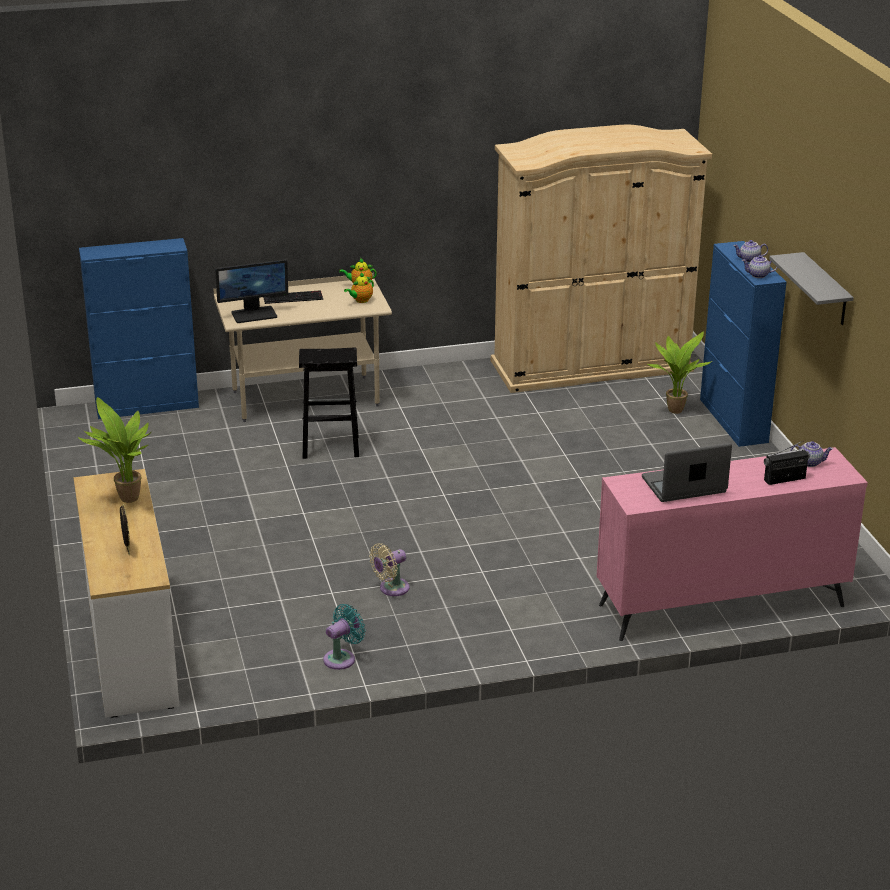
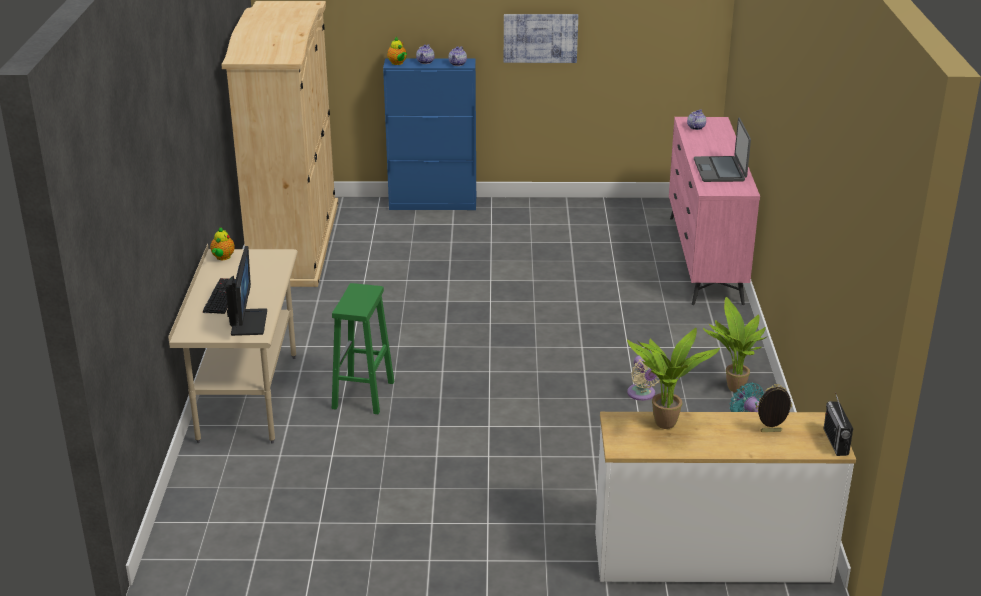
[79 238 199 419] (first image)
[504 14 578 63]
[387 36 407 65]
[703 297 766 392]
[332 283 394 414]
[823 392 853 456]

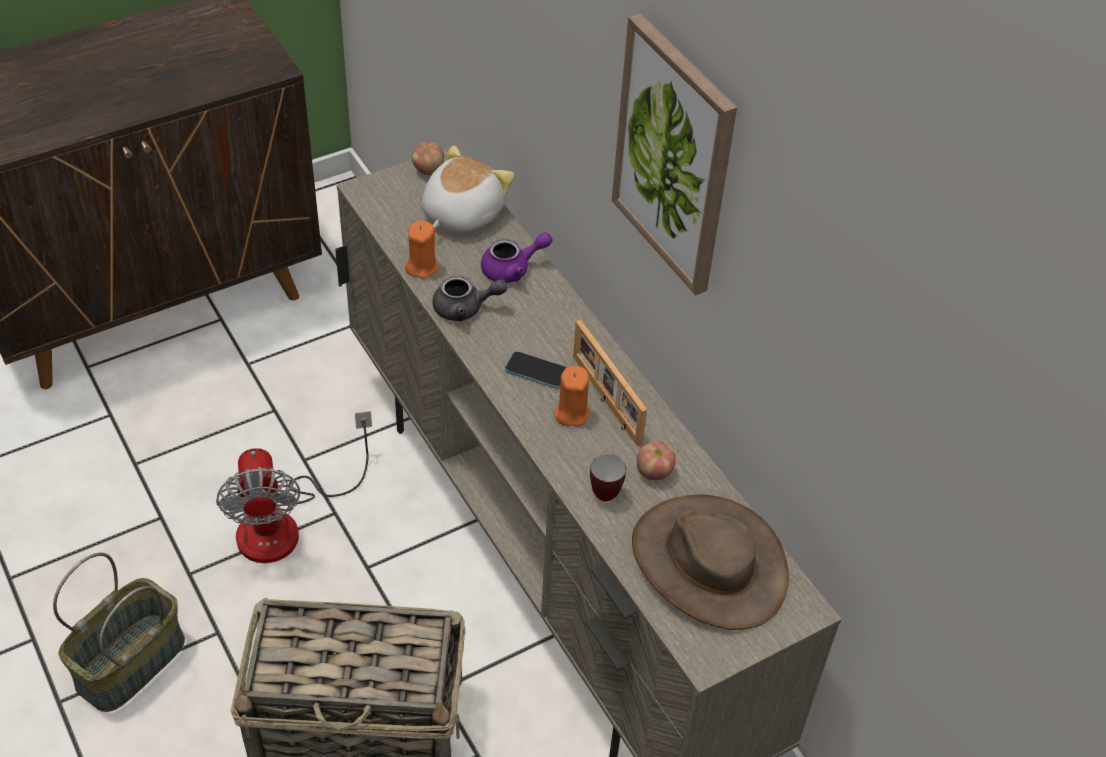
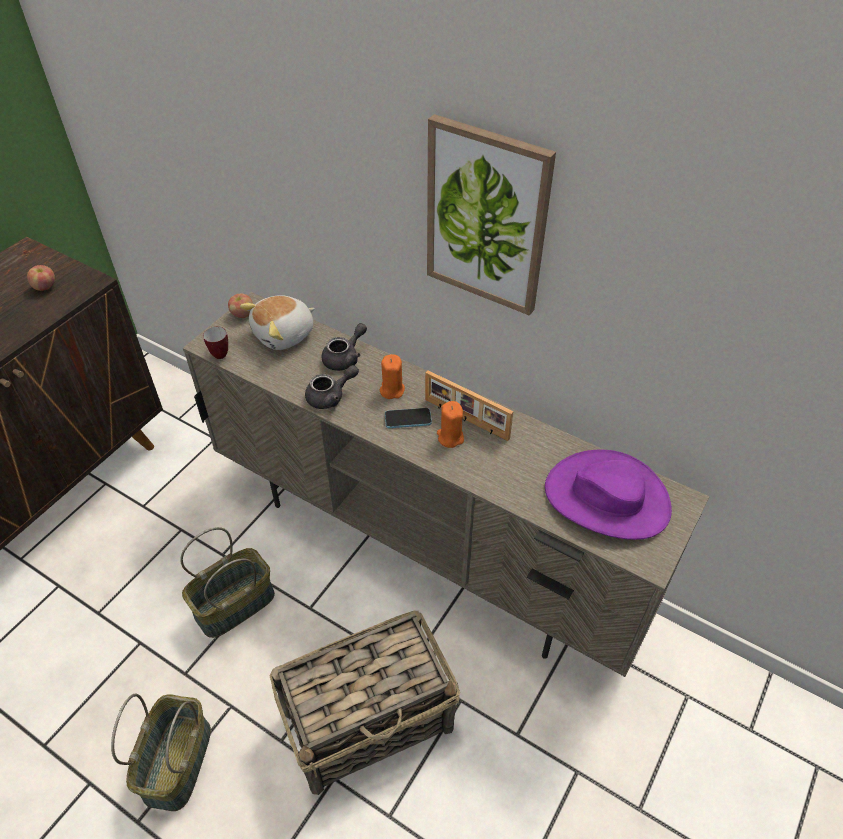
[240 295 315 350]
[380 354 405 399]
[321 323 367 371]
[180 527 275 638]
[27 265 55 291]
[203 327 228 359]
[545 450 672 540]

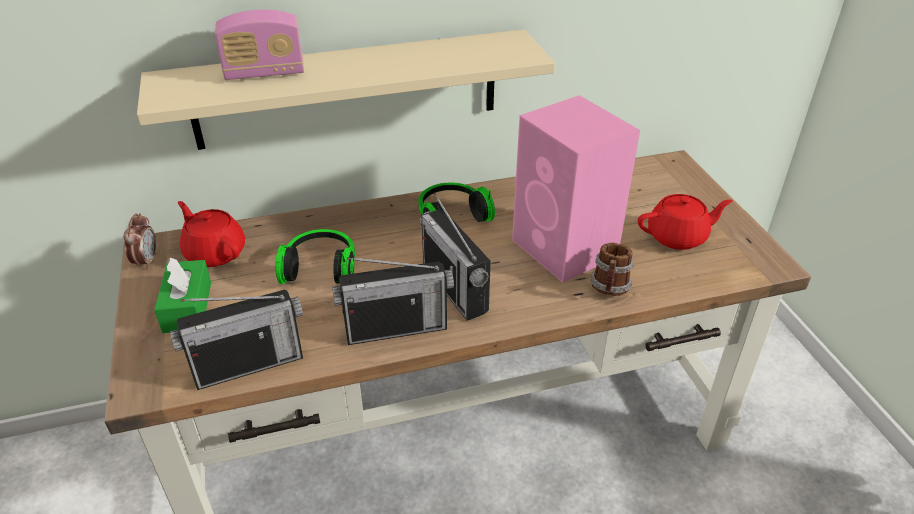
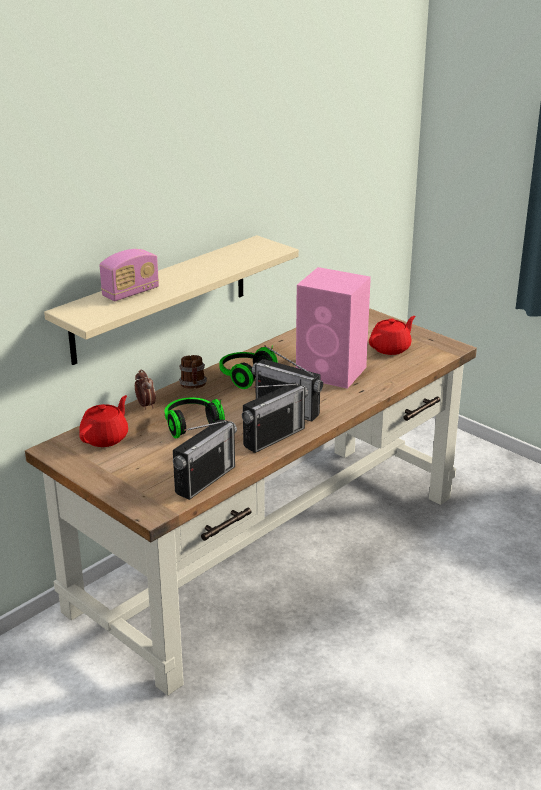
[79 395 128 447]
[135 369 156 410]
[179 355 207 389]
[154 258 211 333] (first image)

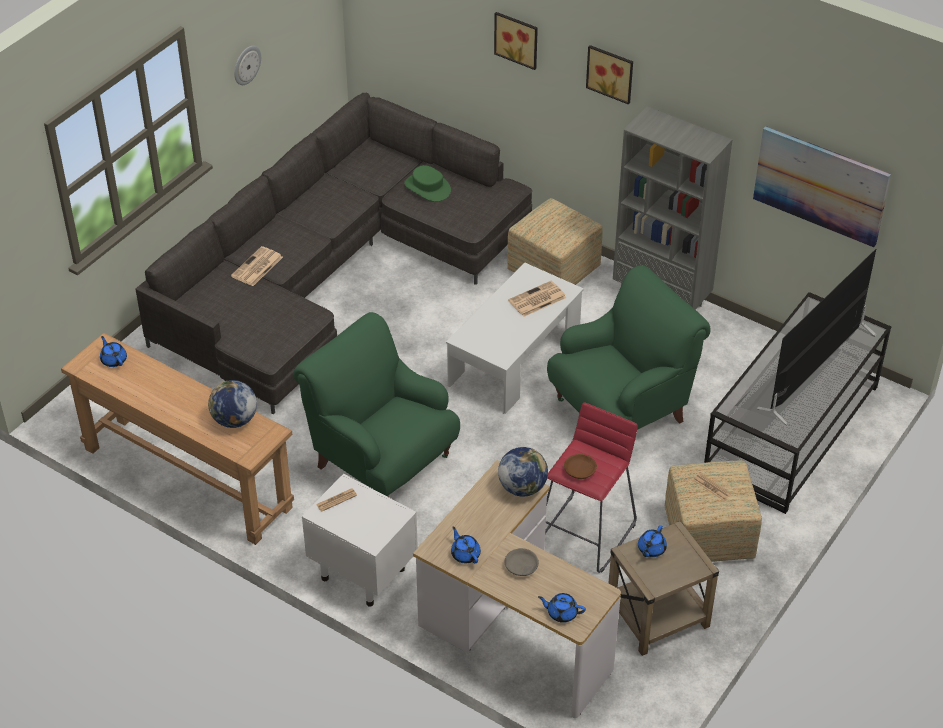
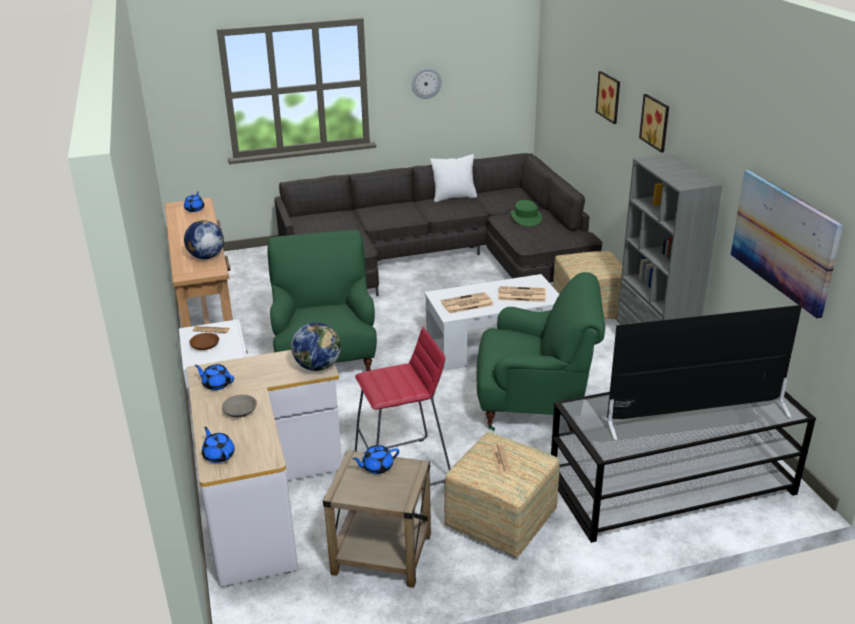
[441 292 494 314]
[189 333 219 350]
[194 364 234 390]
[430 154 477 202]

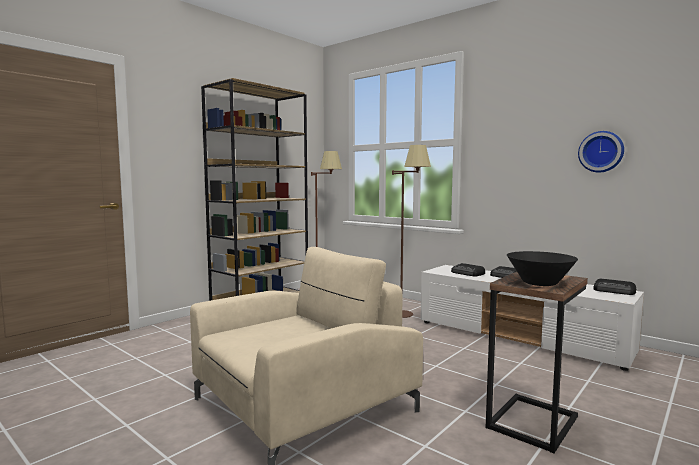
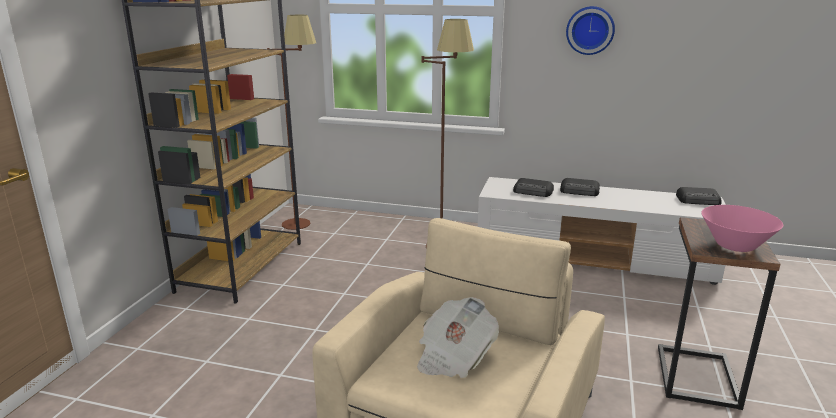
[566 6 615 55]
[701 205 783 252]
[417 297 499 378]

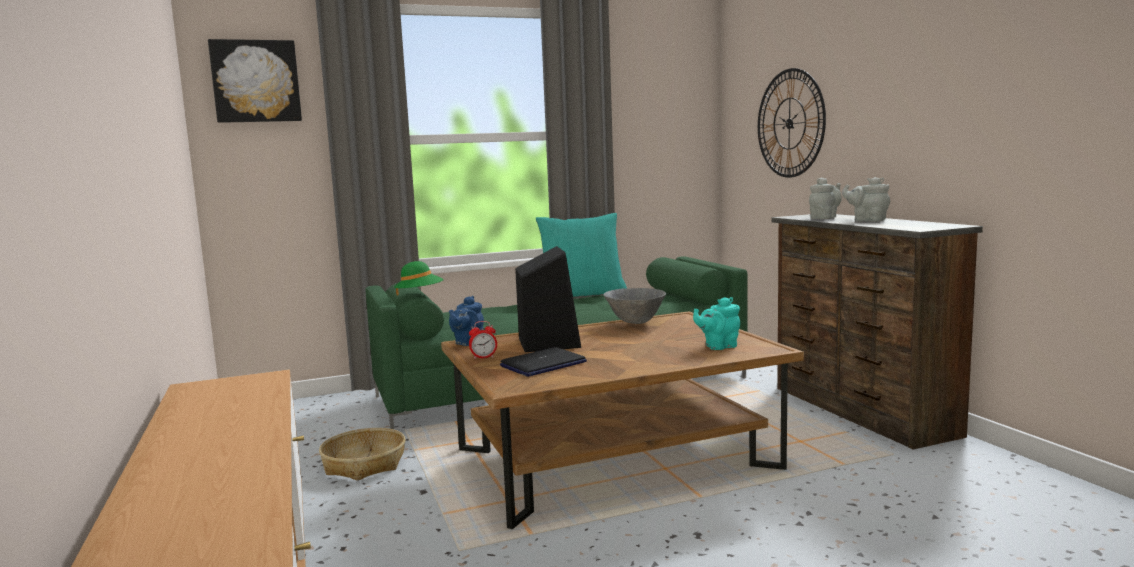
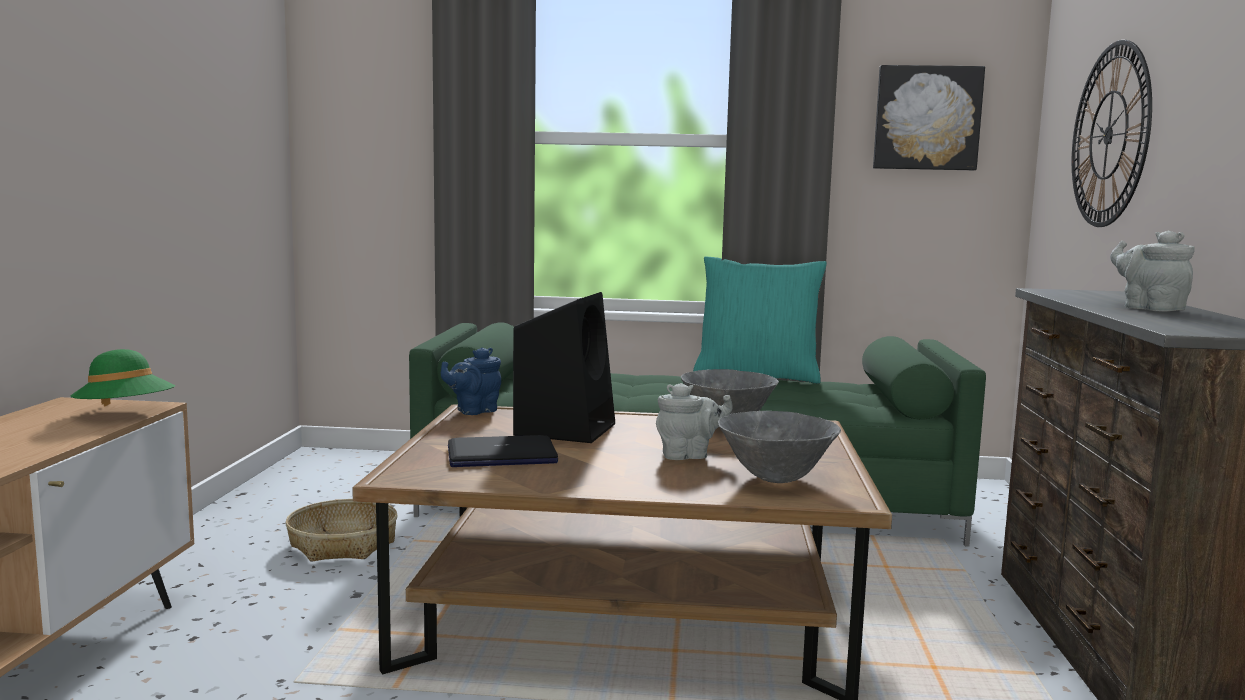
[873 65 985 171]
[656 383 733 460]
[70 349 175 407]
[718 411 841 483]
[469 321 497 359] (first image)

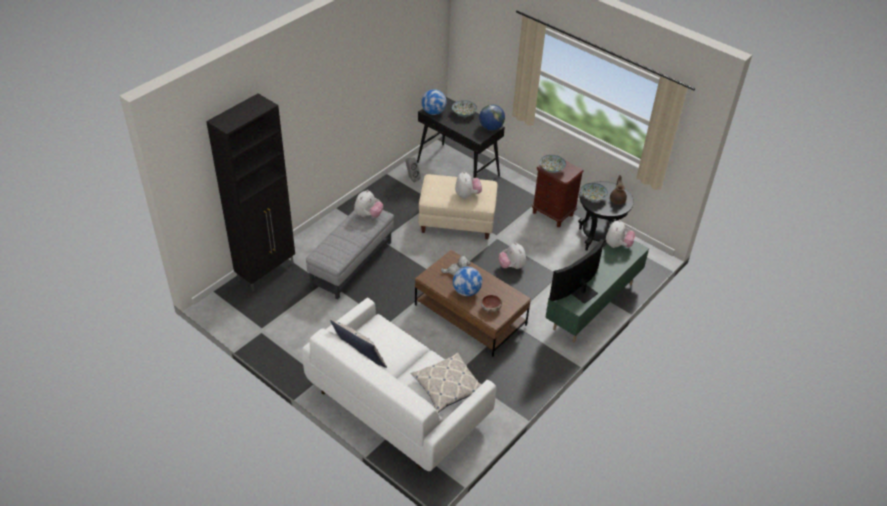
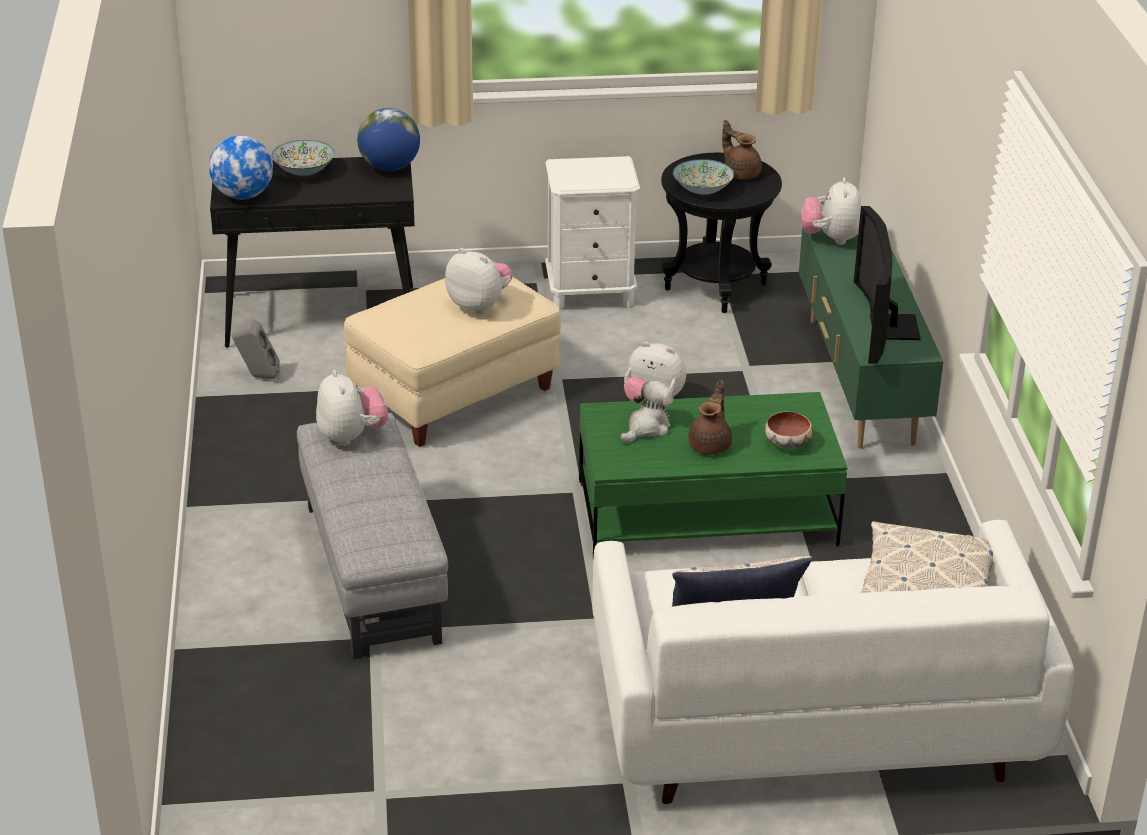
[206 94 295 291] (first image)
[540 155 566 173] (first image)
[545 156 640 310]
[801 178 861 245]
[579 392 847 558]
[688 380 732 454]

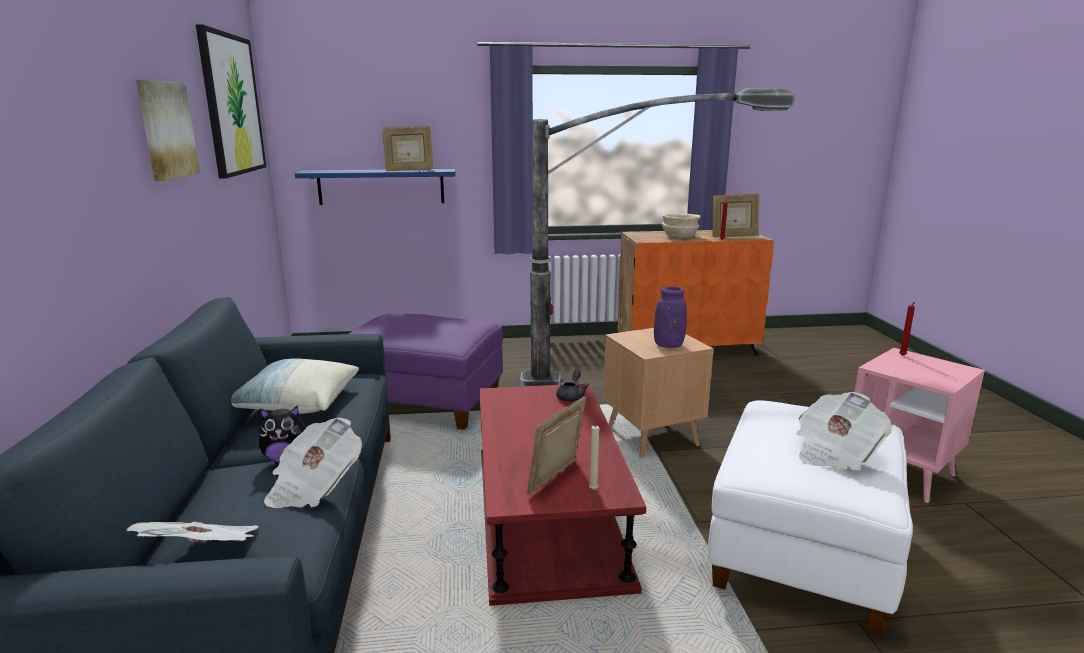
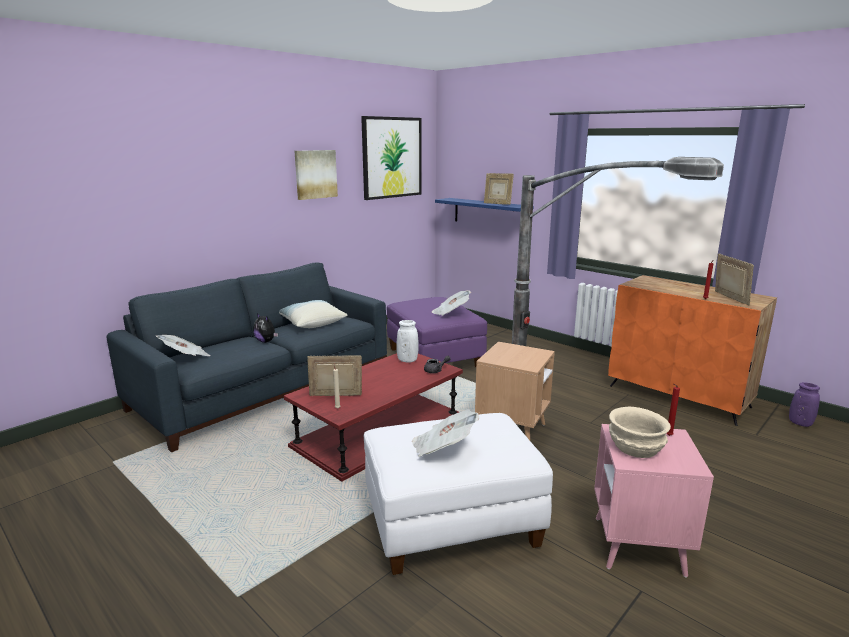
[715 253 754 306]
[609 406 671 458]
[789 382 820 427]
[432 290 471 316]
[396 320 419 363]

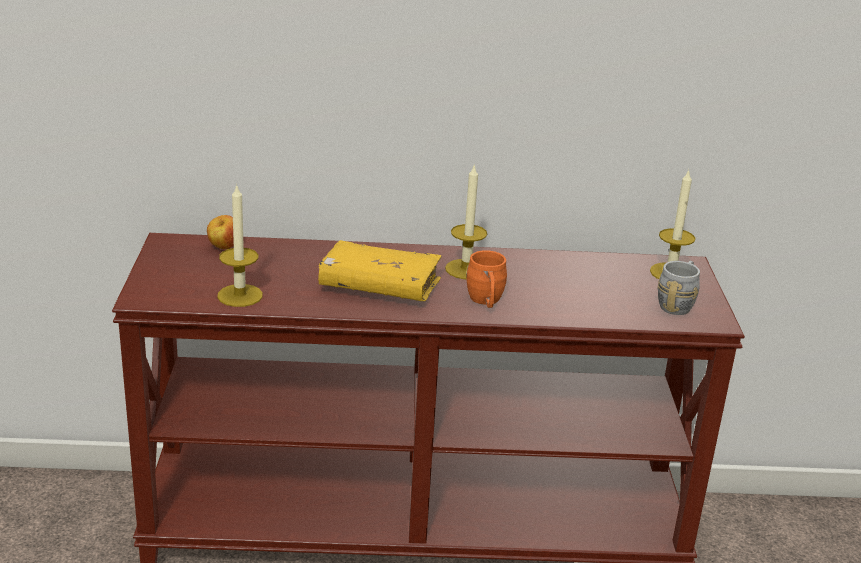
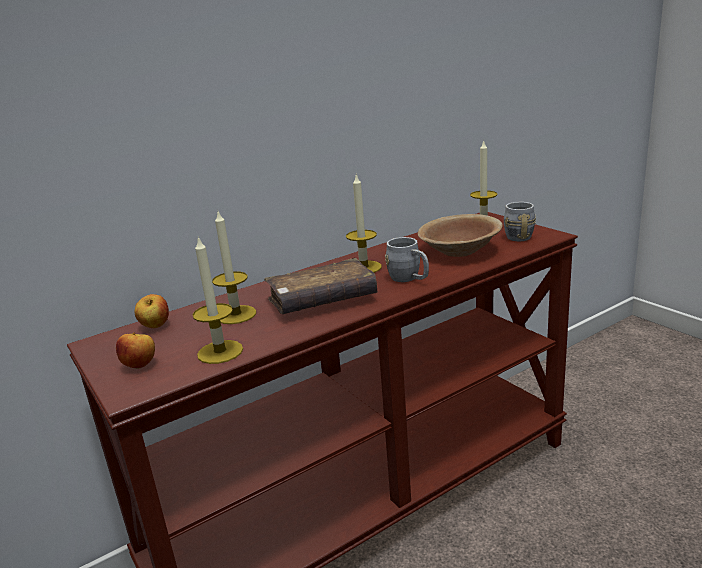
[264 258 378 314]
[385 237 429 282]
[212 212 256 324]
[418 214 503 257]
[116 332 155 369]

